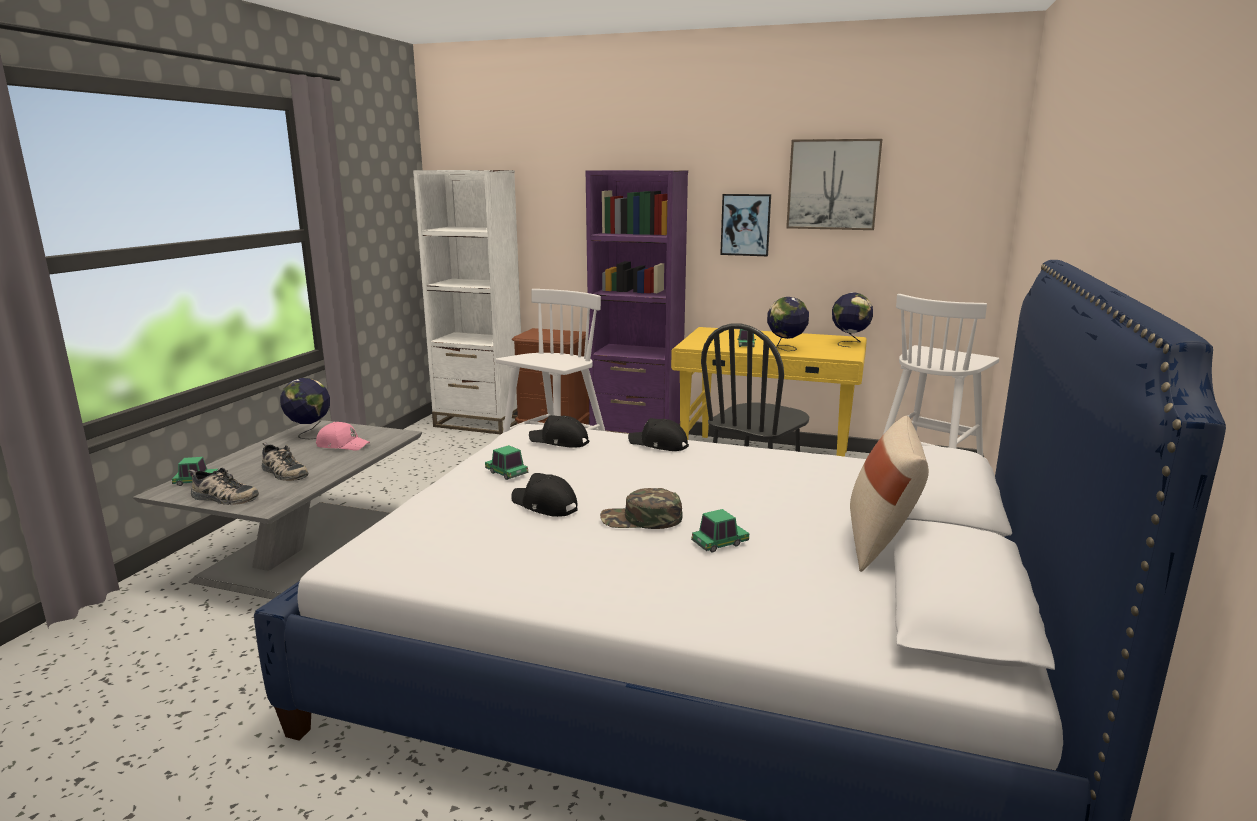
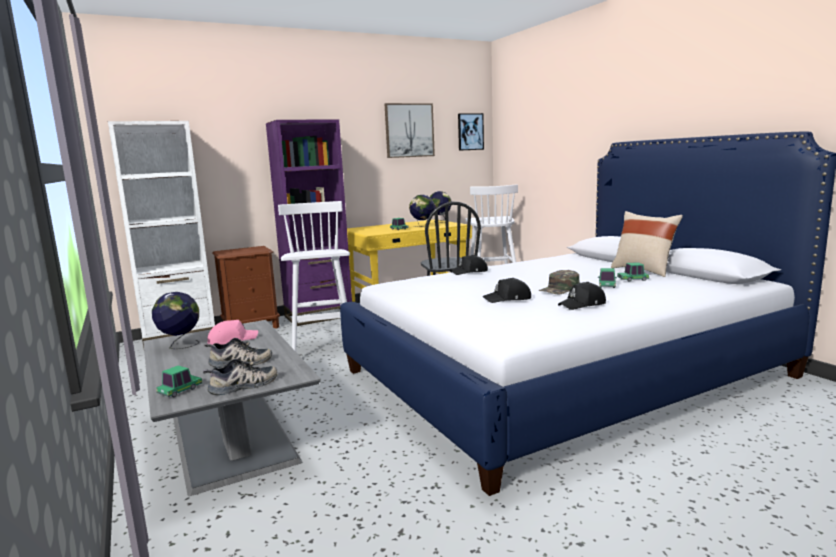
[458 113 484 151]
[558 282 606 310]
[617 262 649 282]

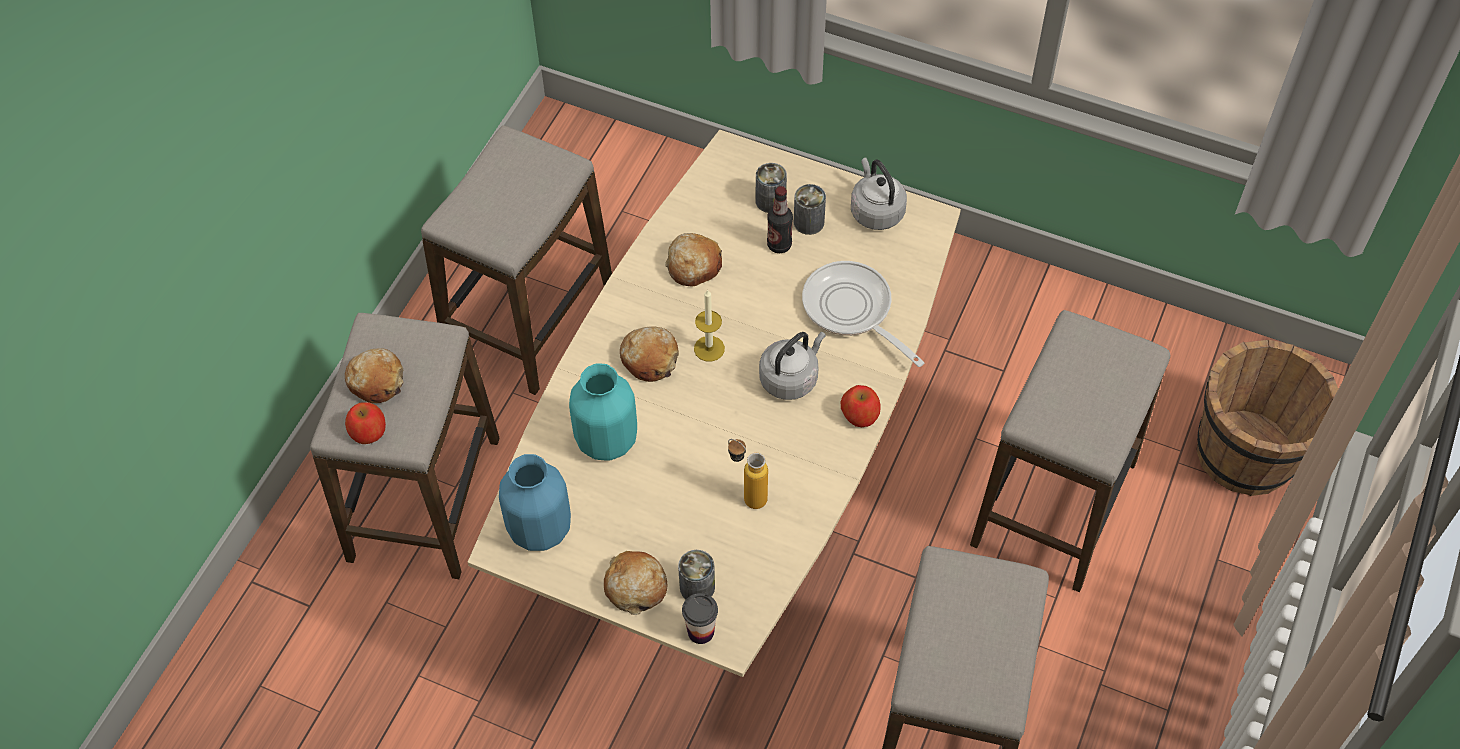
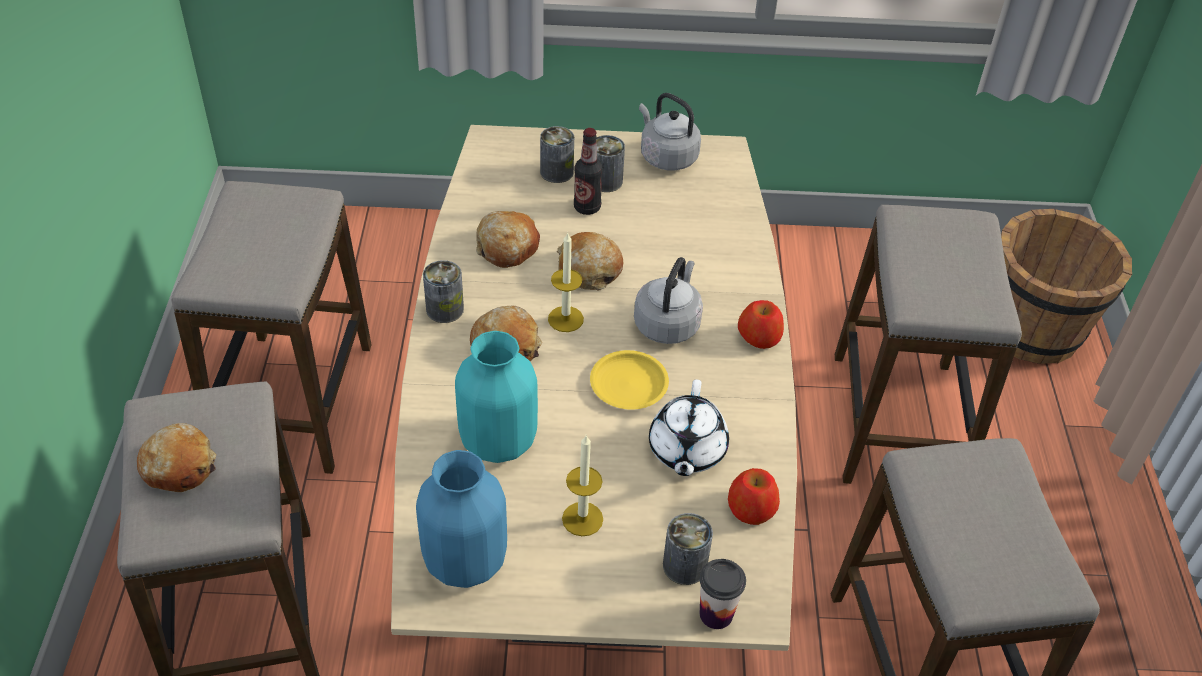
[802 261 925 367] (first image)
[728 468 780 525]
[649 379 729 476]
[557 232 623 290]
[423 260 464 323]
[590 350 669 410]
[562 435 603 536]

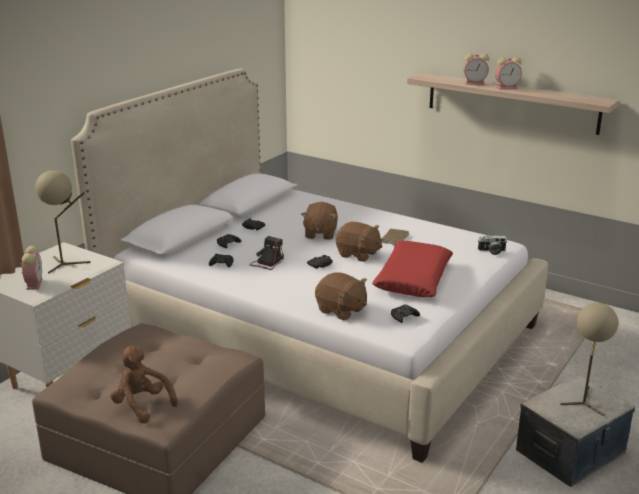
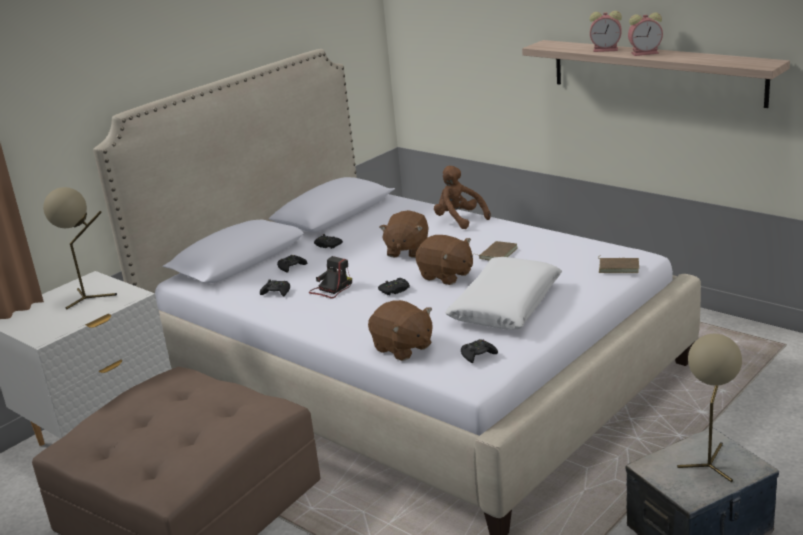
[598 255 639 273]
[445 257 562 330]
[20 246 43 290] (first image)
[434 166 491 229]

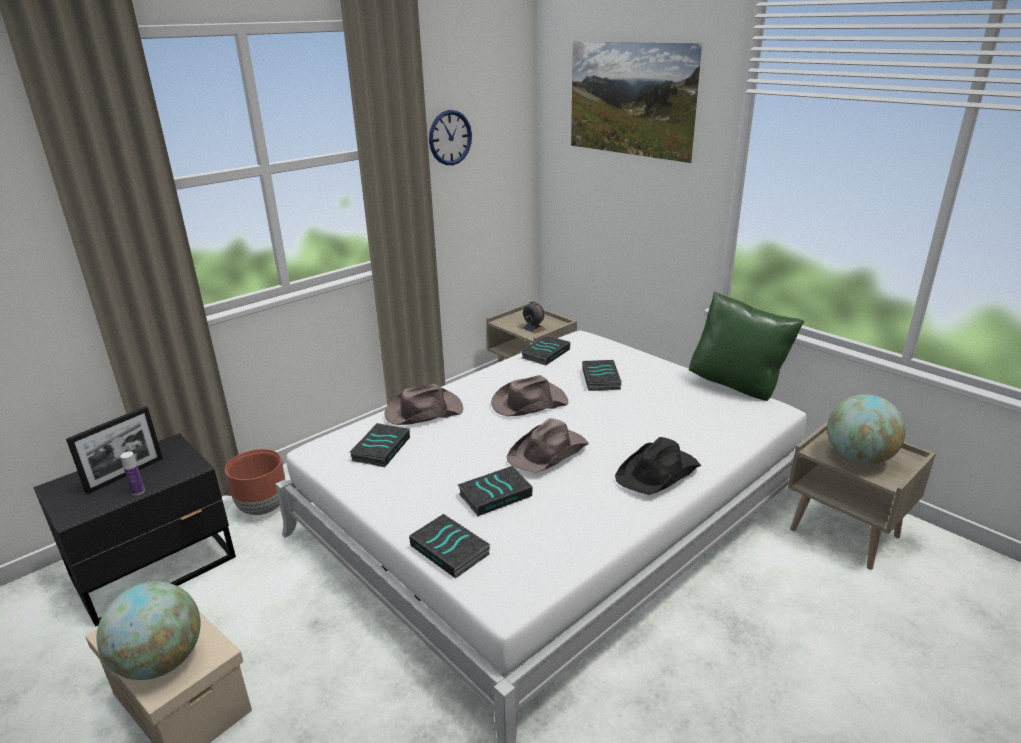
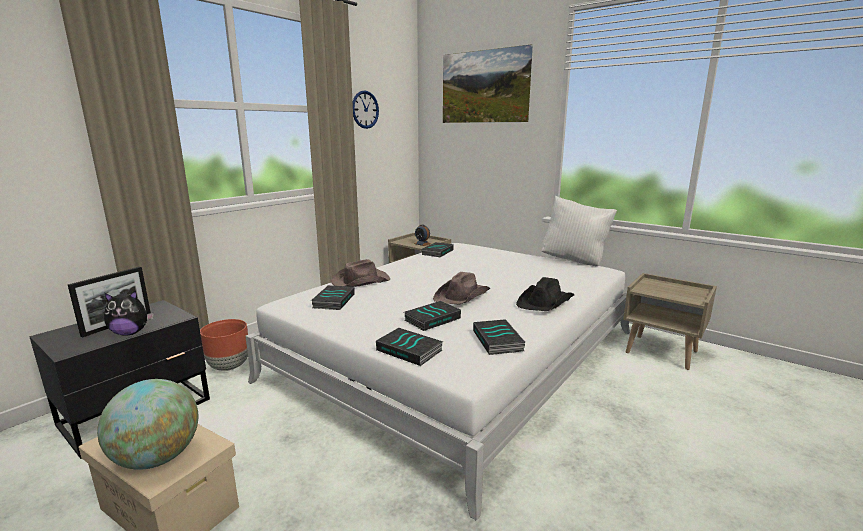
[541 196 617 266]
[473 319 525 355]
[491 375 568 416] (first image)
[827 394 906 465] (first image)
[104 291 154 336]

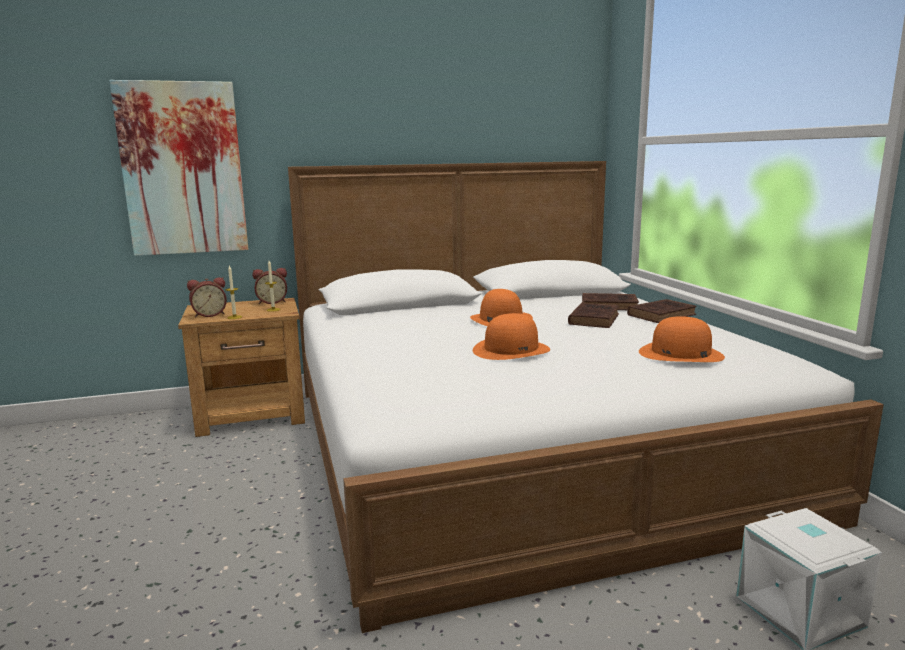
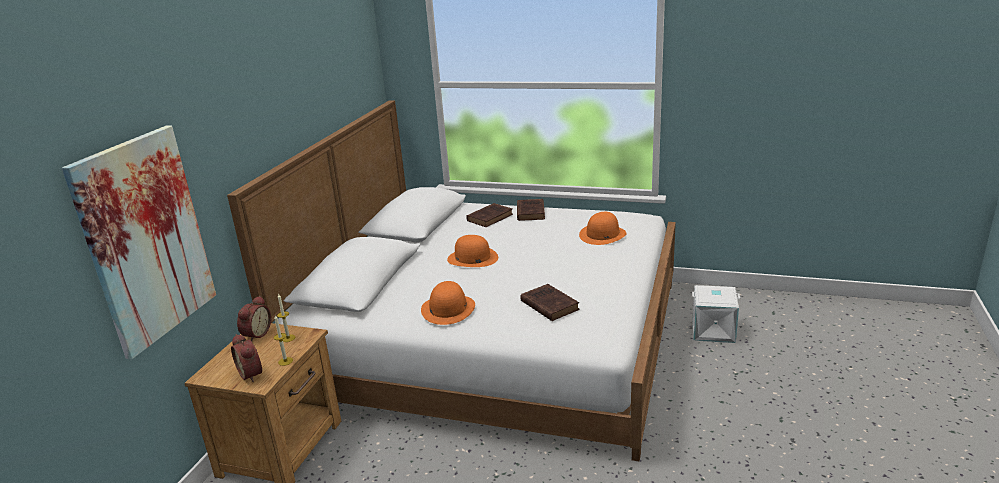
[231 334 262 382]
[520 284 579 321]
[421 281 475 325]

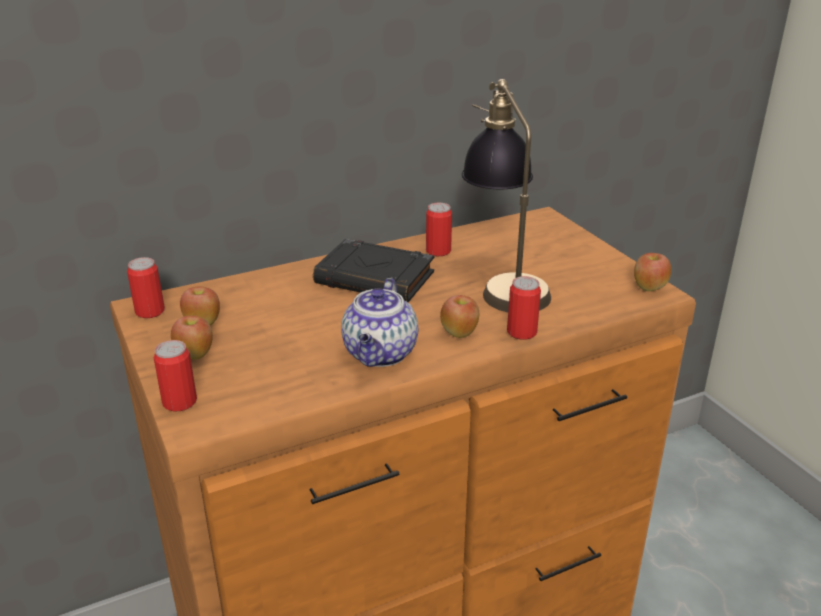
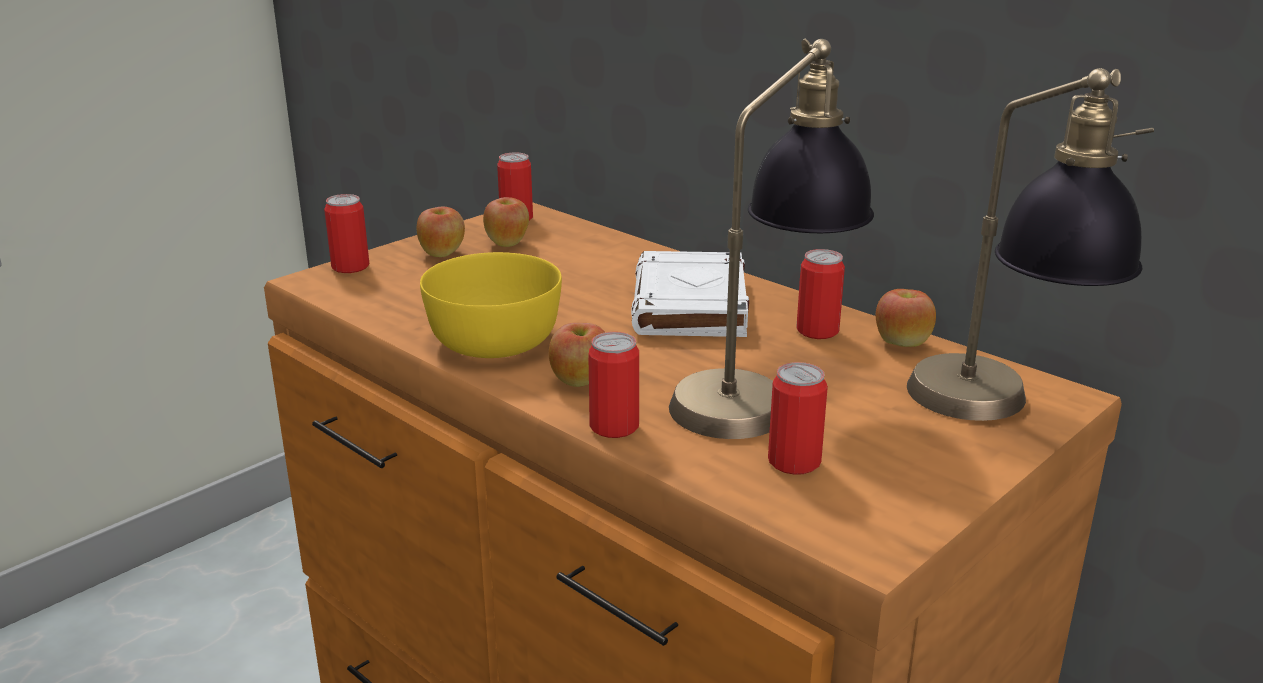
[631 251 749 337]
[876 289 936 347]
[420 252 562 358]
[907 68 1154 421]
[768 362 828 475]

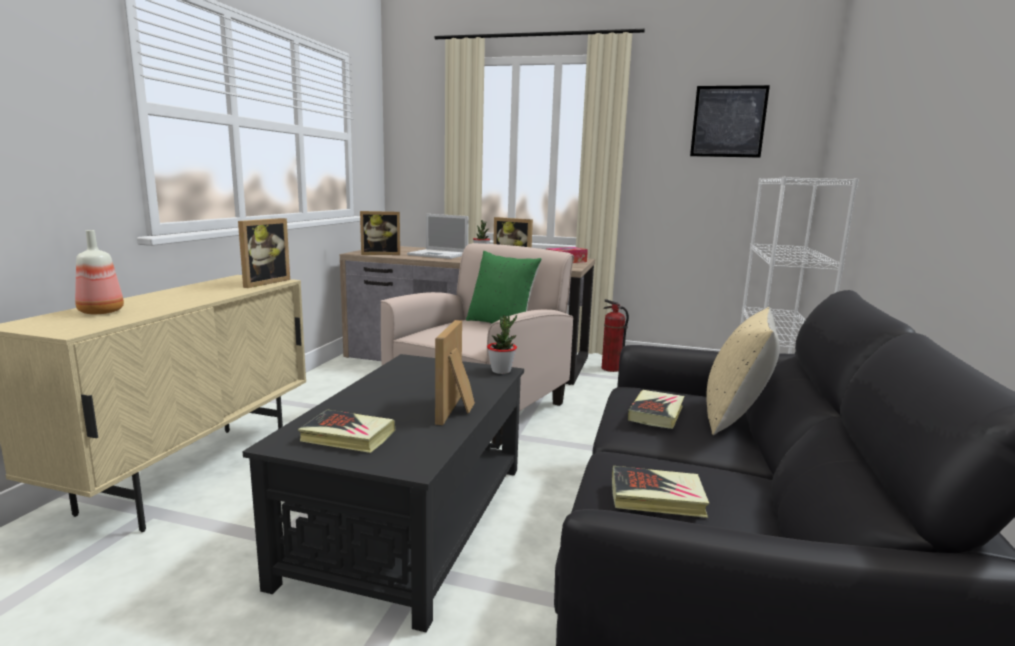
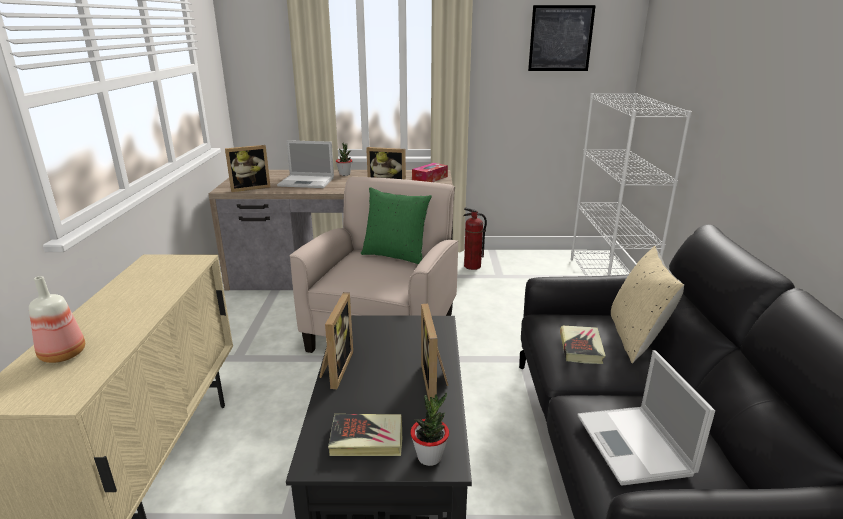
[319 292 353 389]
[410 392 449 466]
[577 350 715 486]

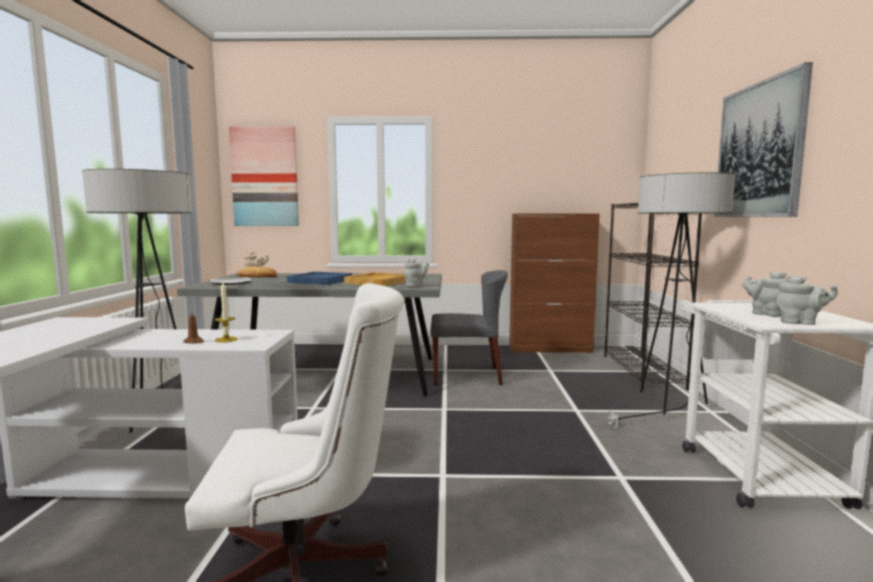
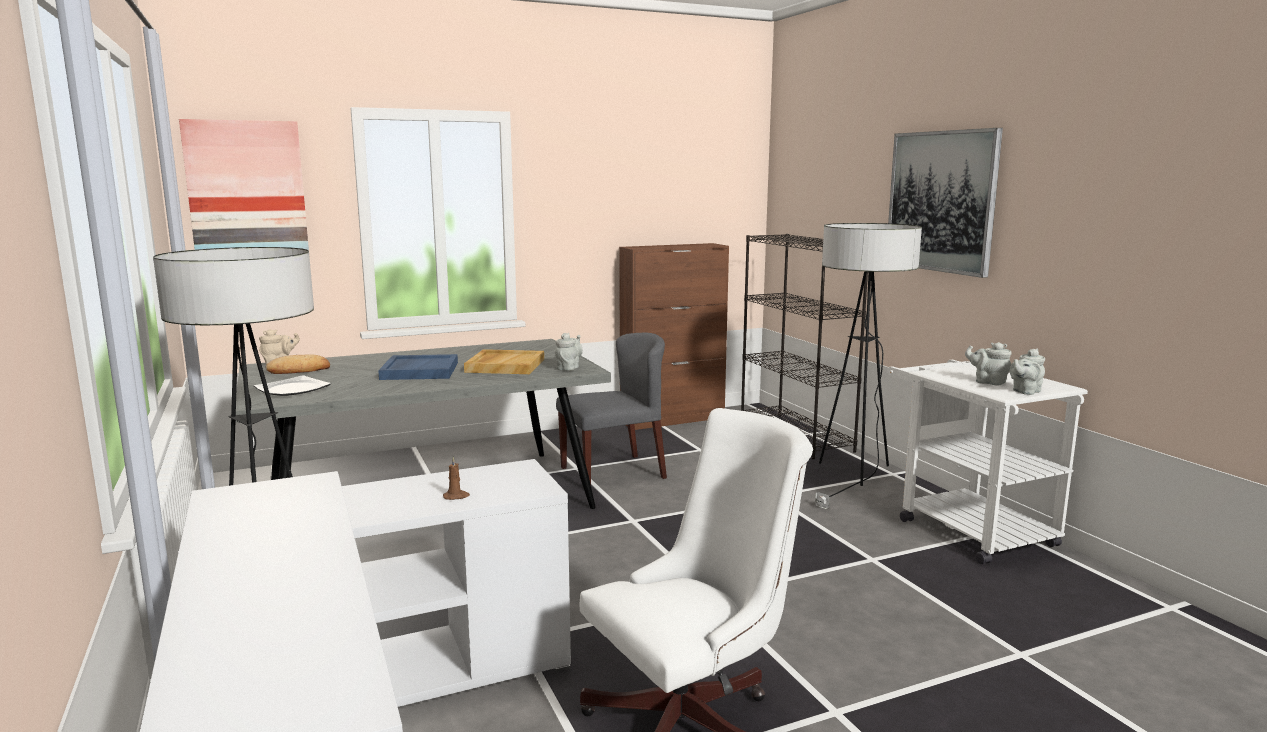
[1010 349 1045 395]
[214 283 238 343] (first image)

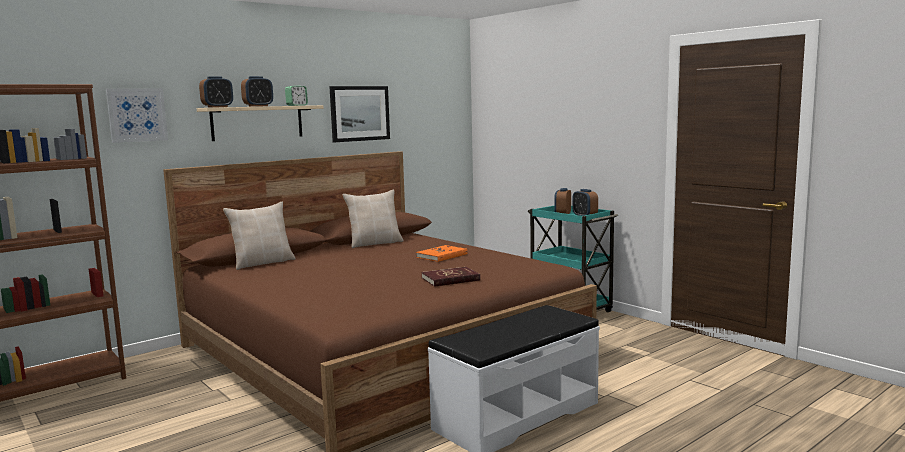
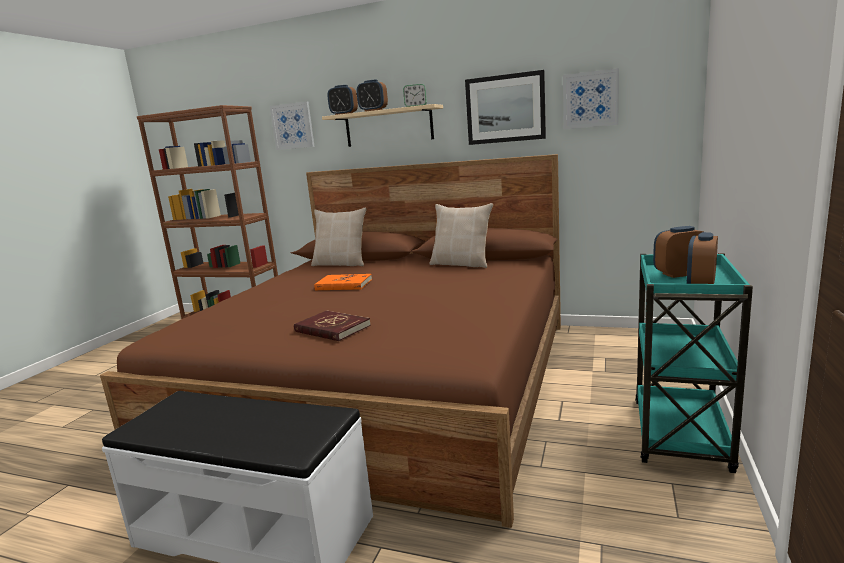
[314 274 372 290]
[563 68 619 129]

